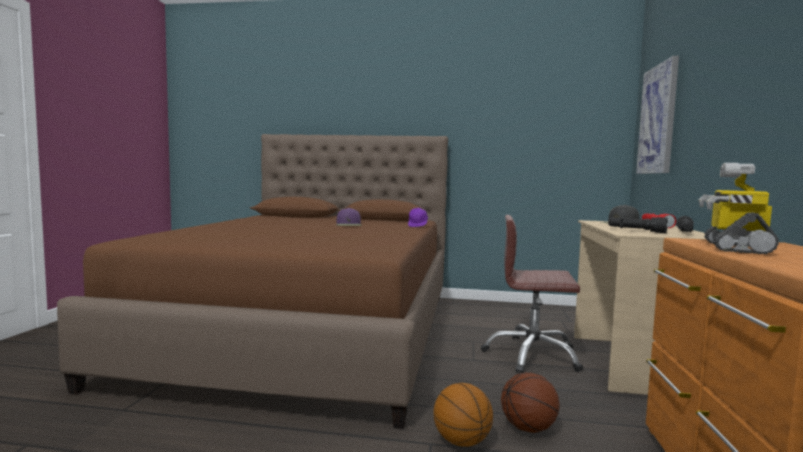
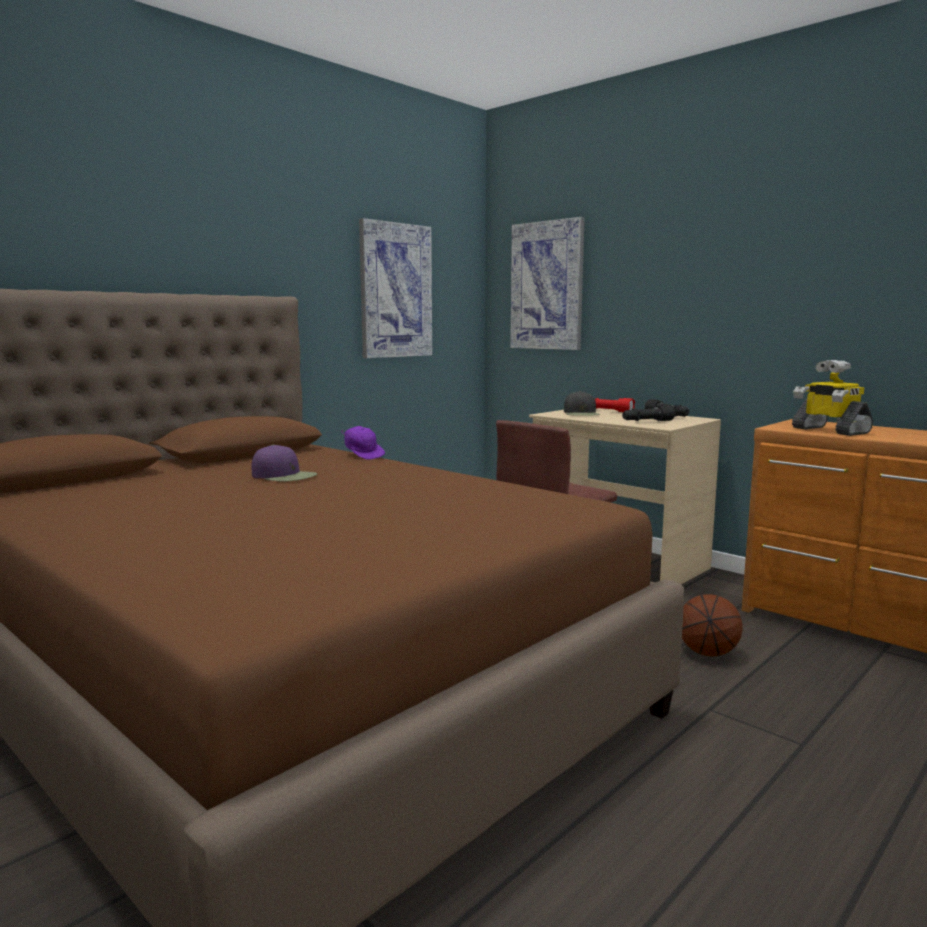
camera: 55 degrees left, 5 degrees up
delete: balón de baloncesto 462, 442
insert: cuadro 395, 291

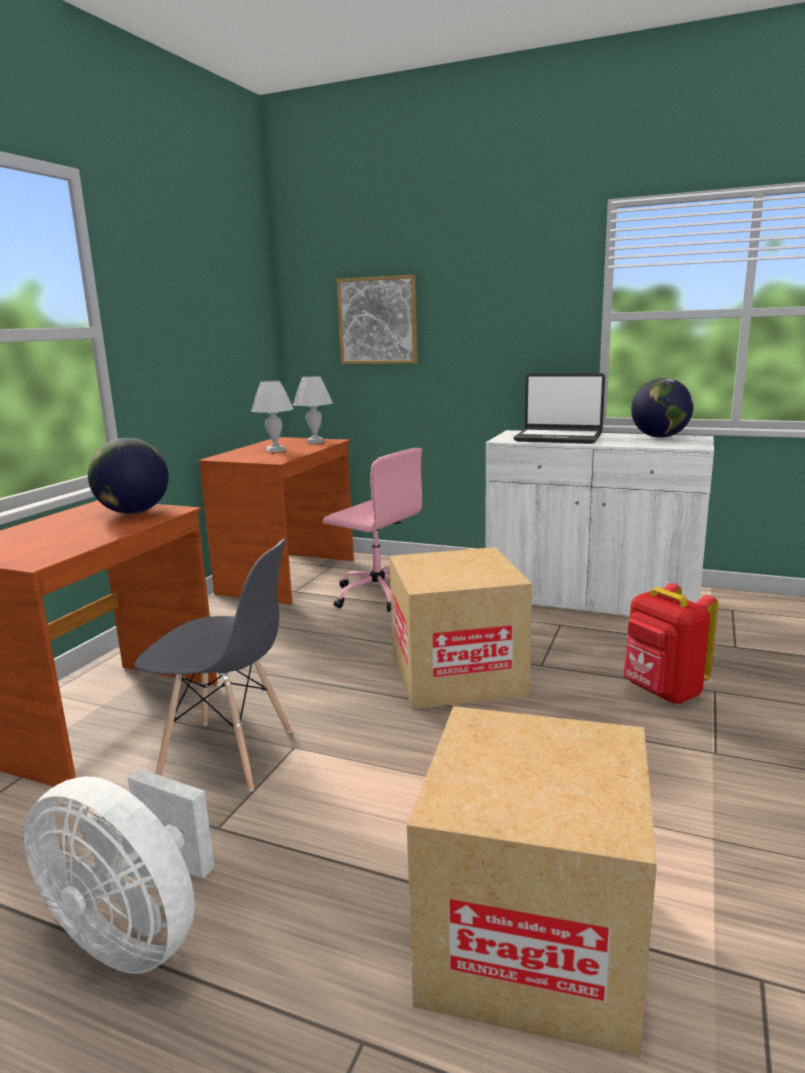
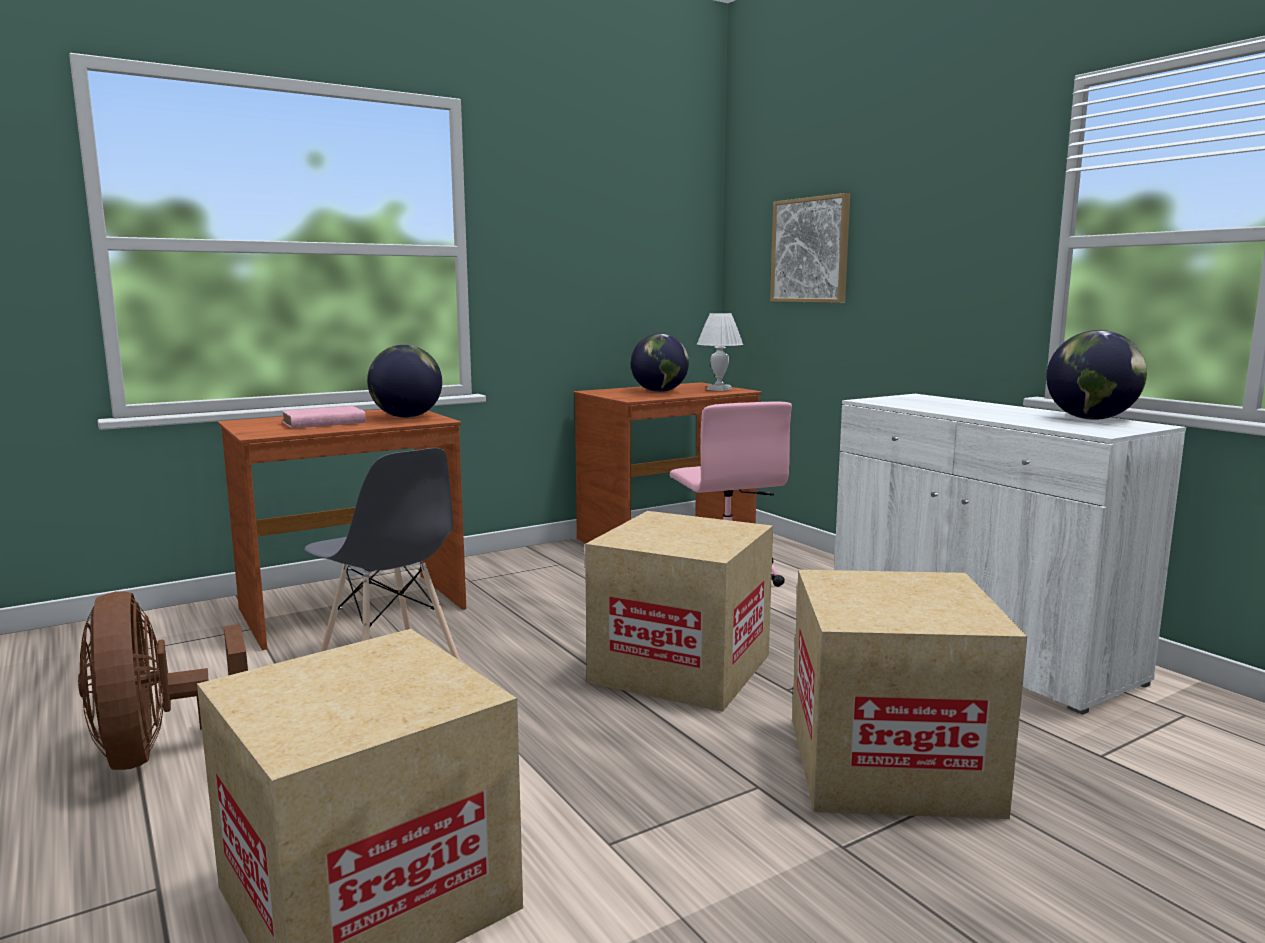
camera: 35 degrees right, 5 degrees down
delete: portátil 558, 438
insert: libro (rosa) 321, 423
replace: lámpara de mesa (blanco) 276, 450 to globo terráqueo 660, 391; mochila (rojo) 662, 692 to caja de cartón 889, 764
recolor: ventilador (blanco) 136, 933 to ventilador (marrón) 158, 751

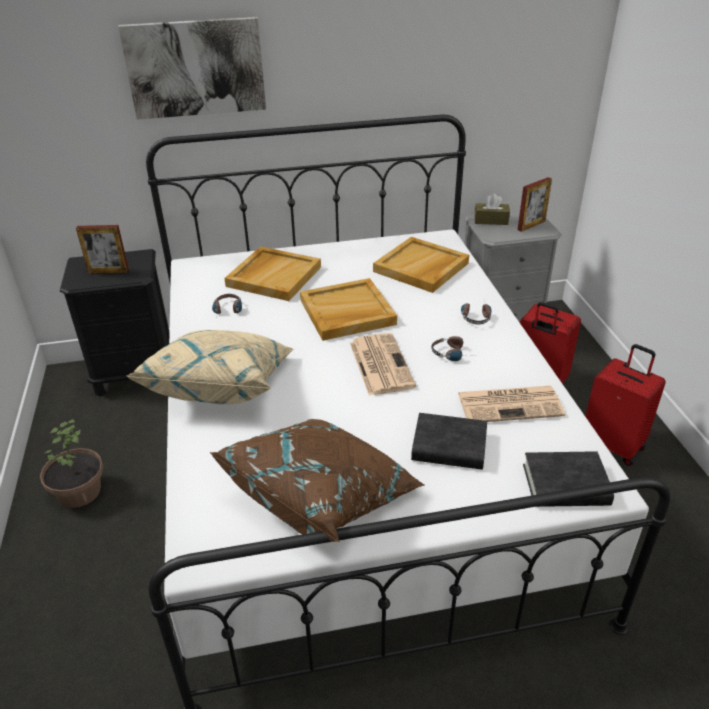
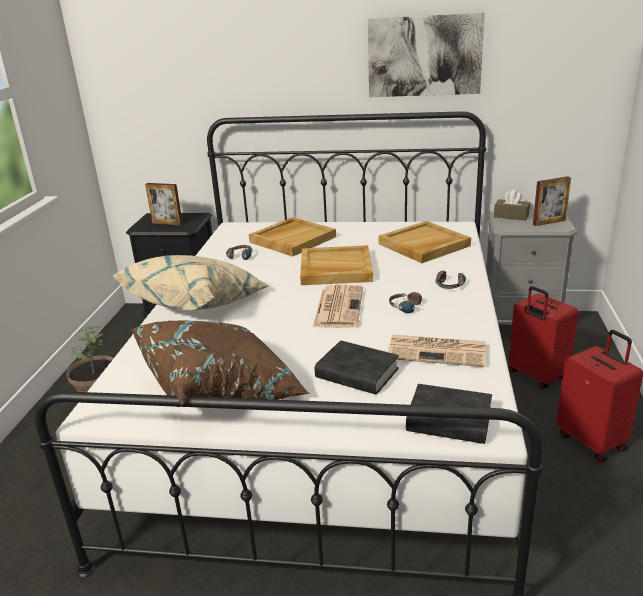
camera: 20 degrees right, 10 degrees down
move: cuadro 195, 68 to 424, 56

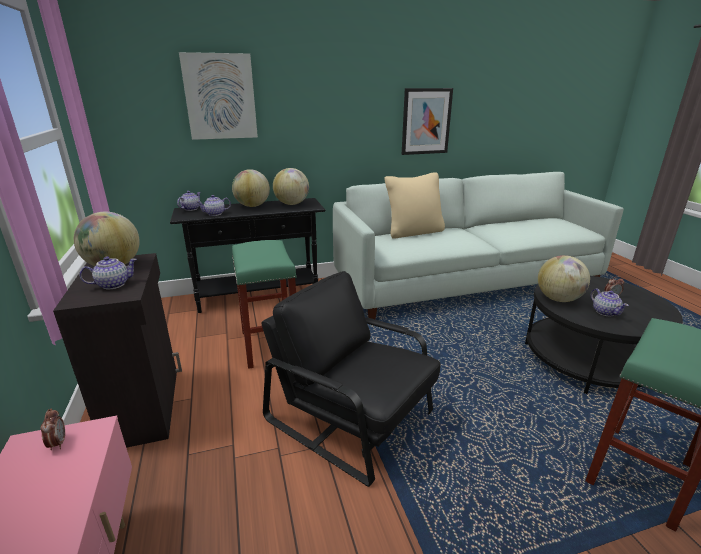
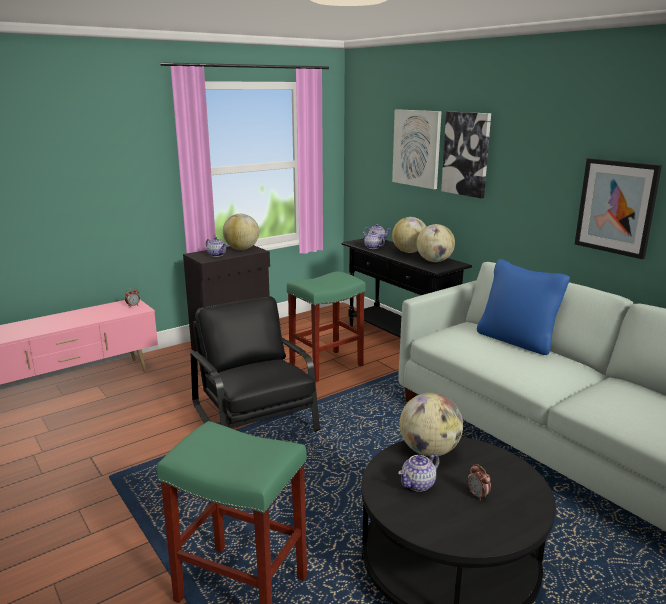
camera: 70 degrees right, 5 degrees down
insert: cuadro 466, 154
recolor: cojín (beis) 413, 232 to cojín (azul) 517, 340
rotate: sillón (negro) 352, 416 = 255, 418 45 degrees counterclockwise

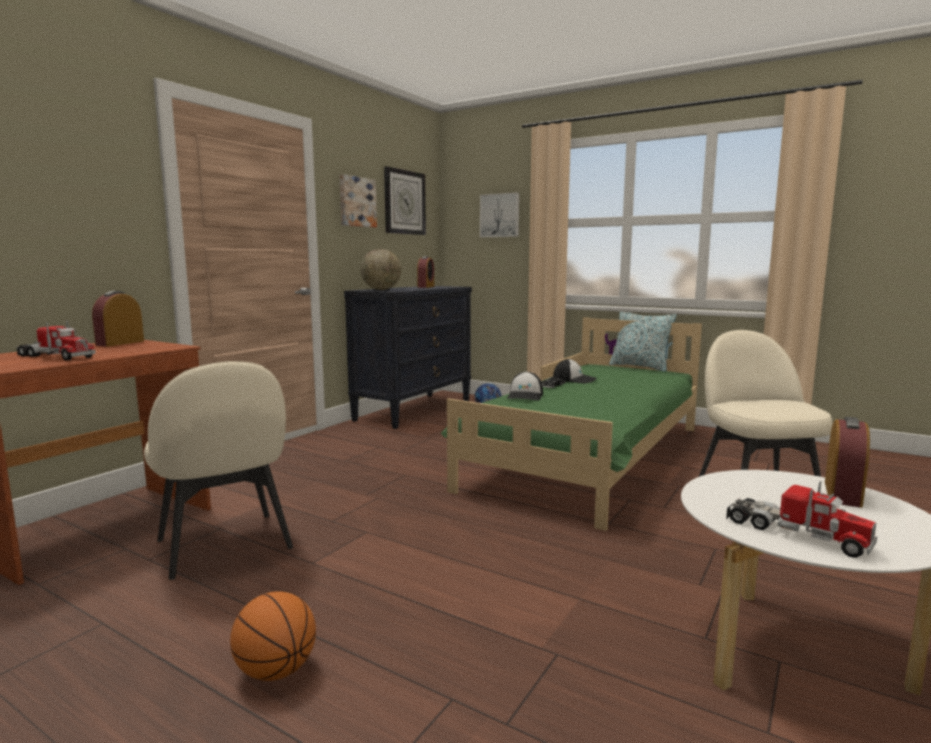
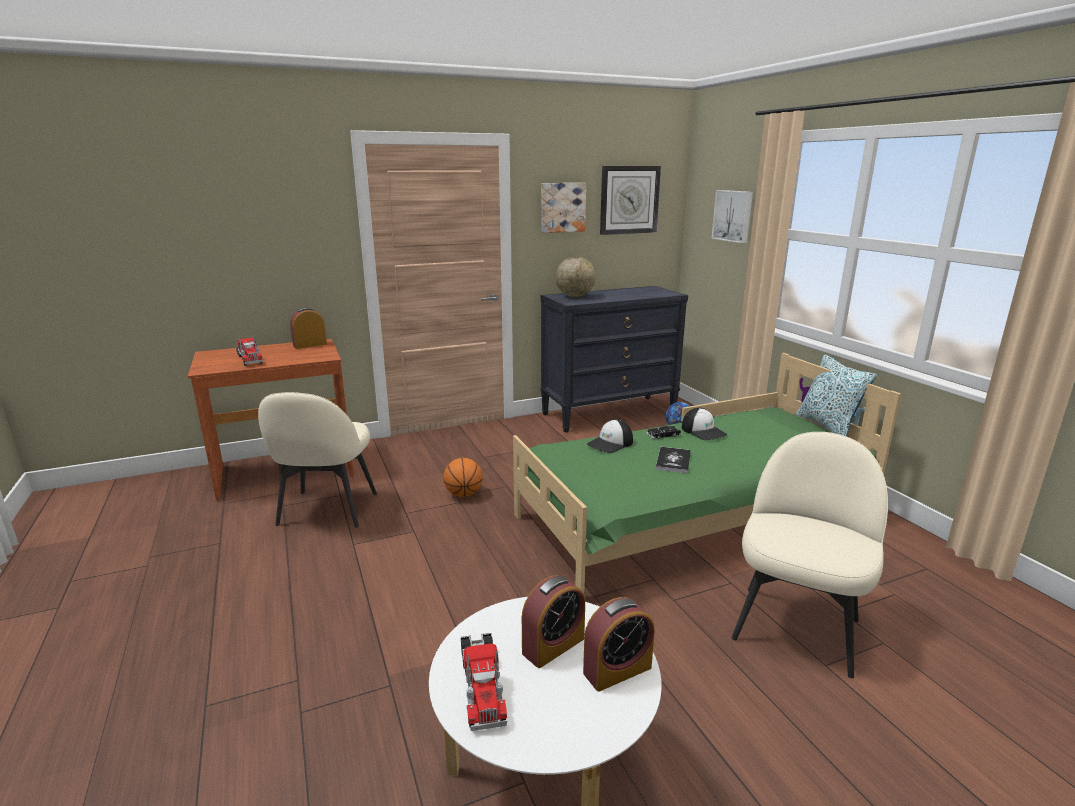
camera: 35 degrees right, 10 degrees up
insert: libro 673, 461
move: balón de baloncesto 276, 671 to 463, 494; despertador 426, 287 to 553, 646

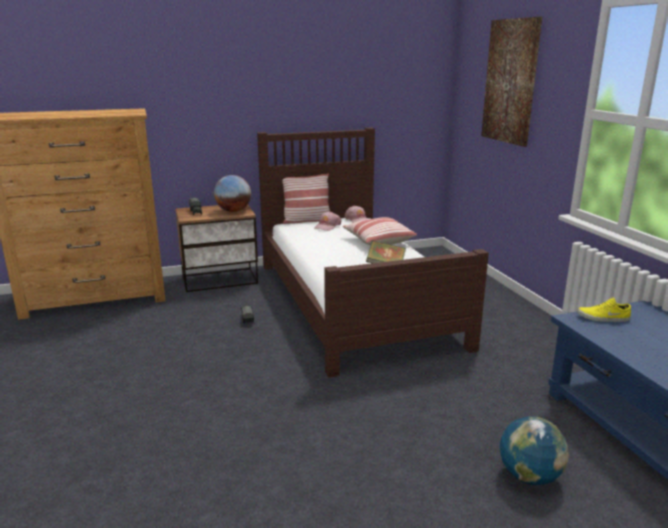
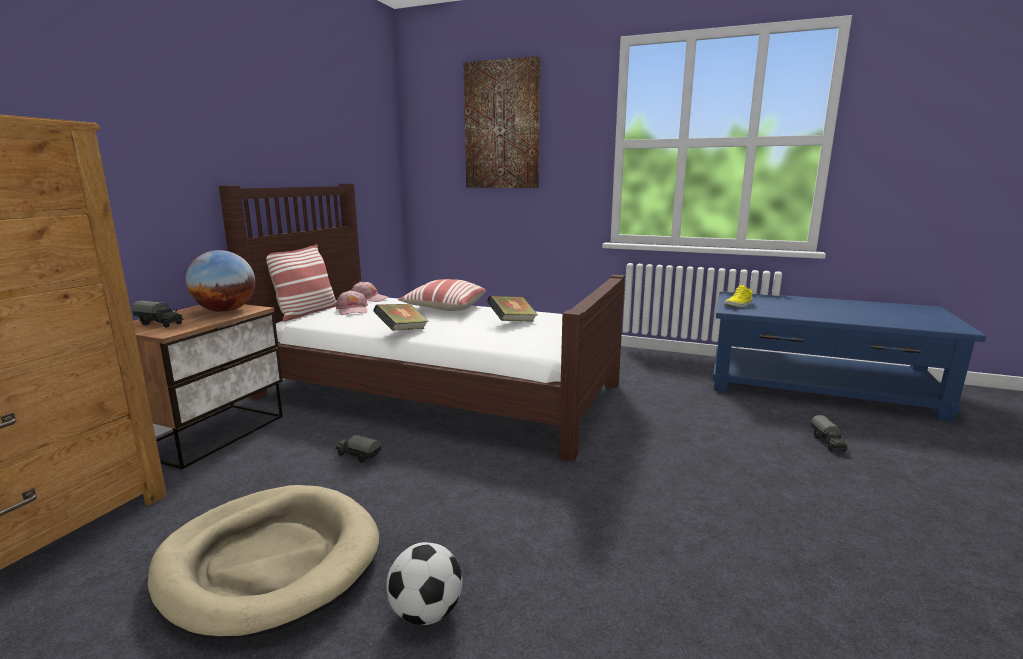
camera: 50 degrees left, 5 degrees down
insert: cama para perro (beis) 270, 562; libro 402, 331; balón de fútbol 426, 613
replace: globo terráqueo 529, 476 to camión de juguete 828, 443

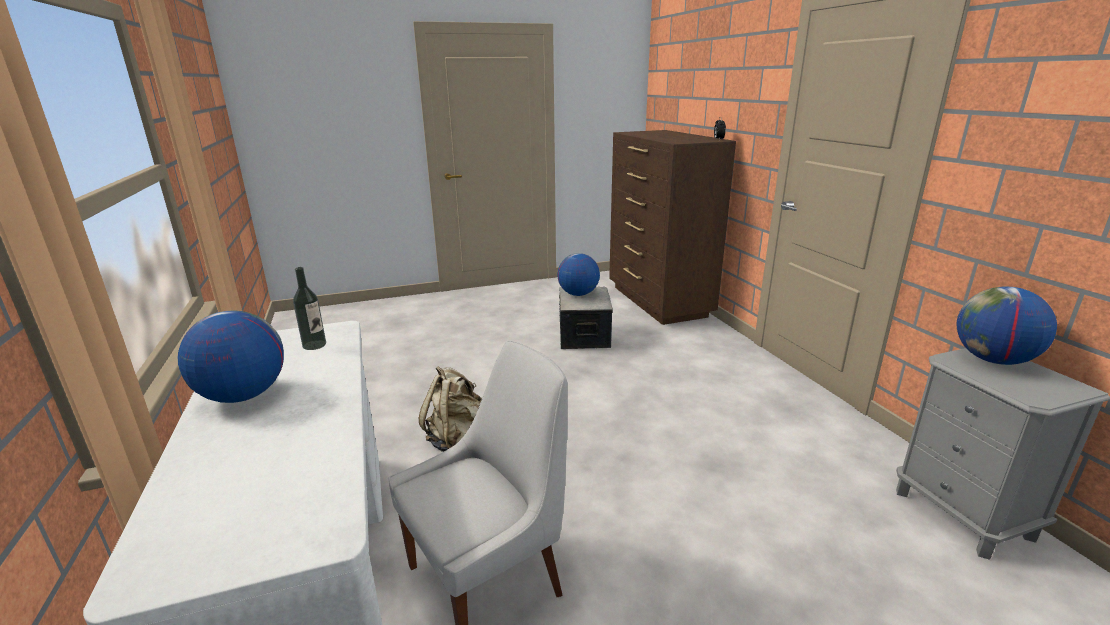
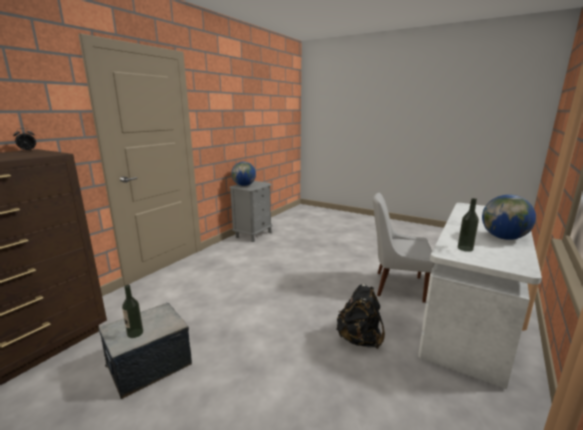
camera: 130 degrees left, 5 degrees down
replace: globo terráqueo 578, 294 to botella 135, 333
recolor: mochila (beis) 458, 441 to mochila (negro) 359, 339

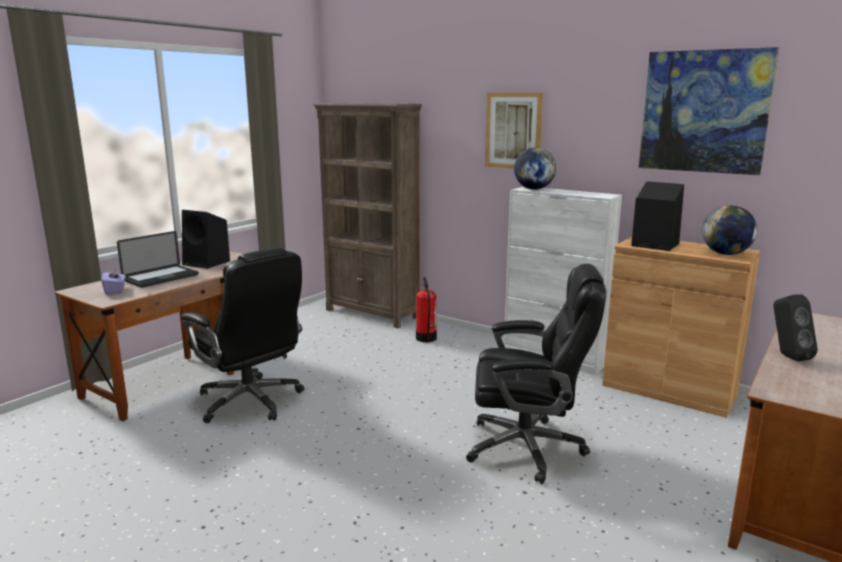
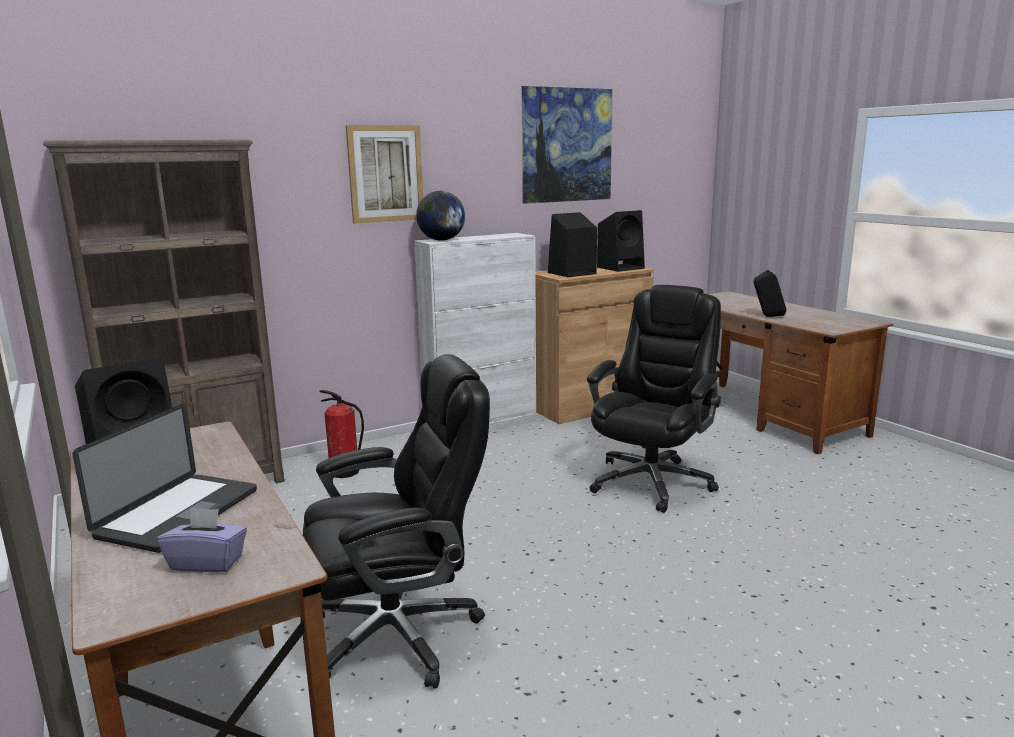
camera: 65 degrees left, 0 degrees up
replace: globo terráqueo 726, 254 to altavoz (negro) 621, 267
rotate: portátil 161, 278 = 179, 514 45 degrees clockwise

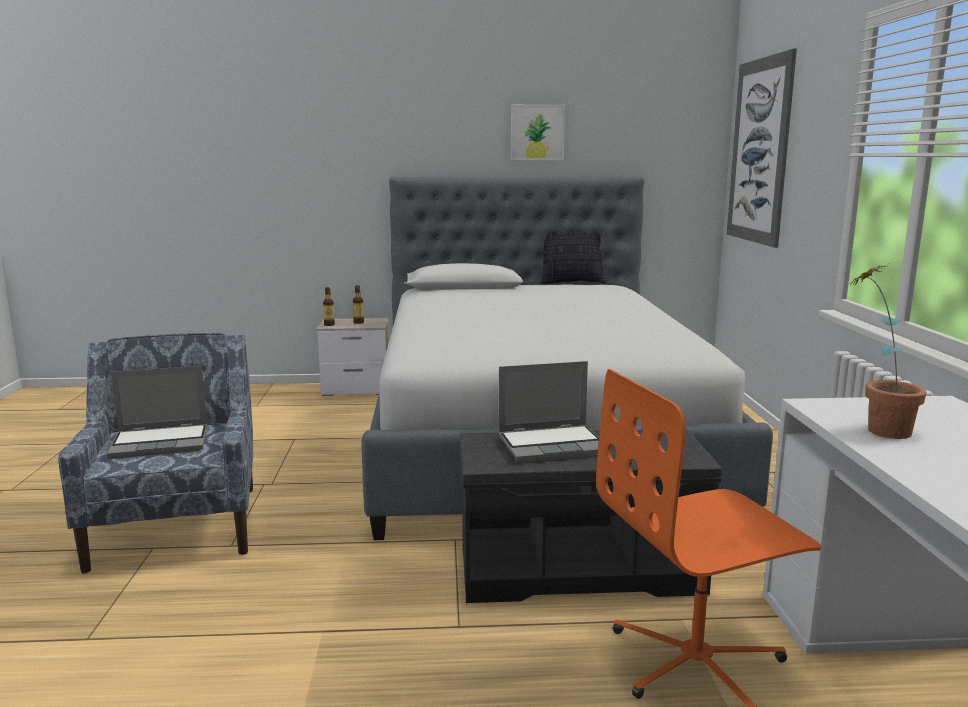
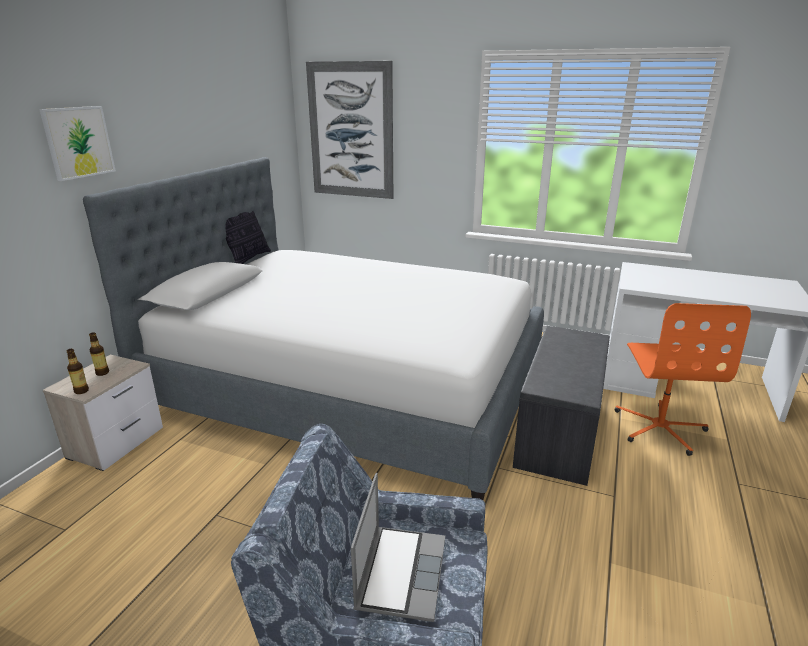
camera: 65 degrees left, 10 degrees up
delete: portátil 553, 445; planta en maceta 876, 428
move: cuadro 537, 132 to 78, 142

